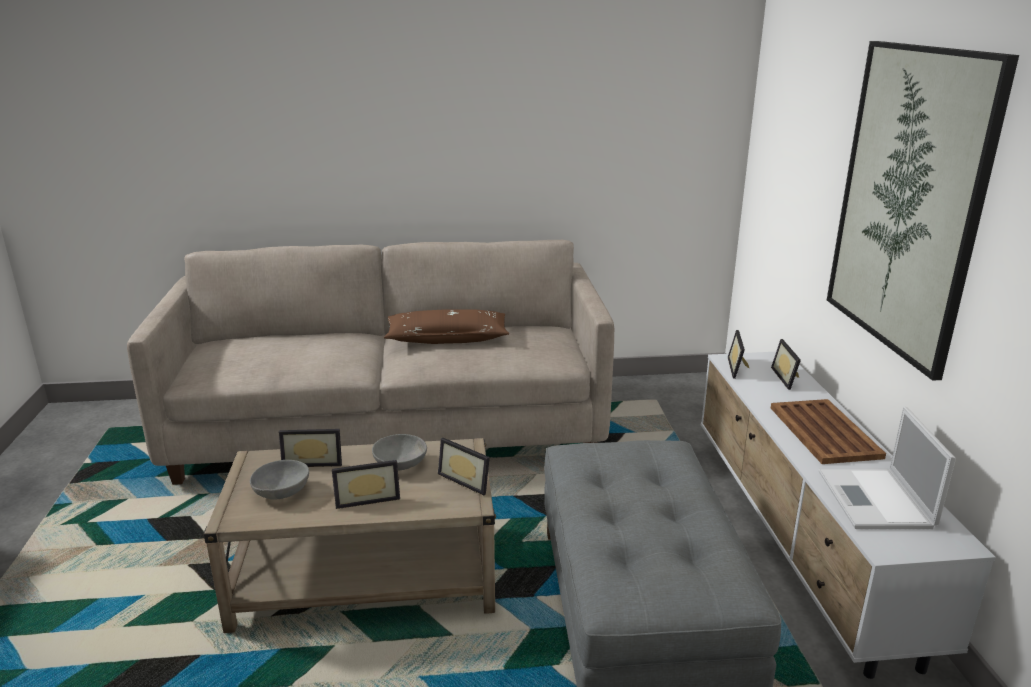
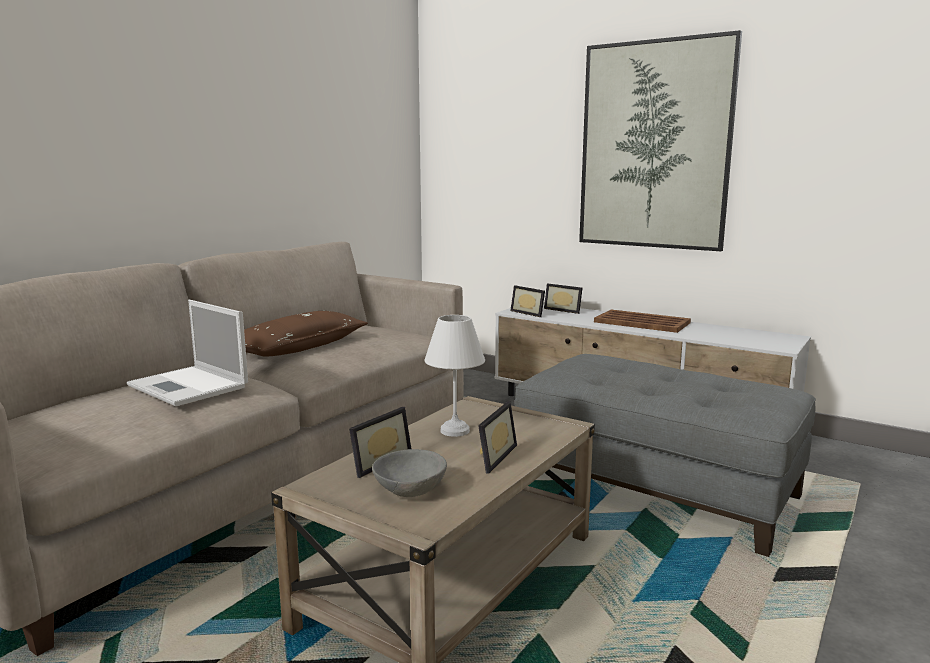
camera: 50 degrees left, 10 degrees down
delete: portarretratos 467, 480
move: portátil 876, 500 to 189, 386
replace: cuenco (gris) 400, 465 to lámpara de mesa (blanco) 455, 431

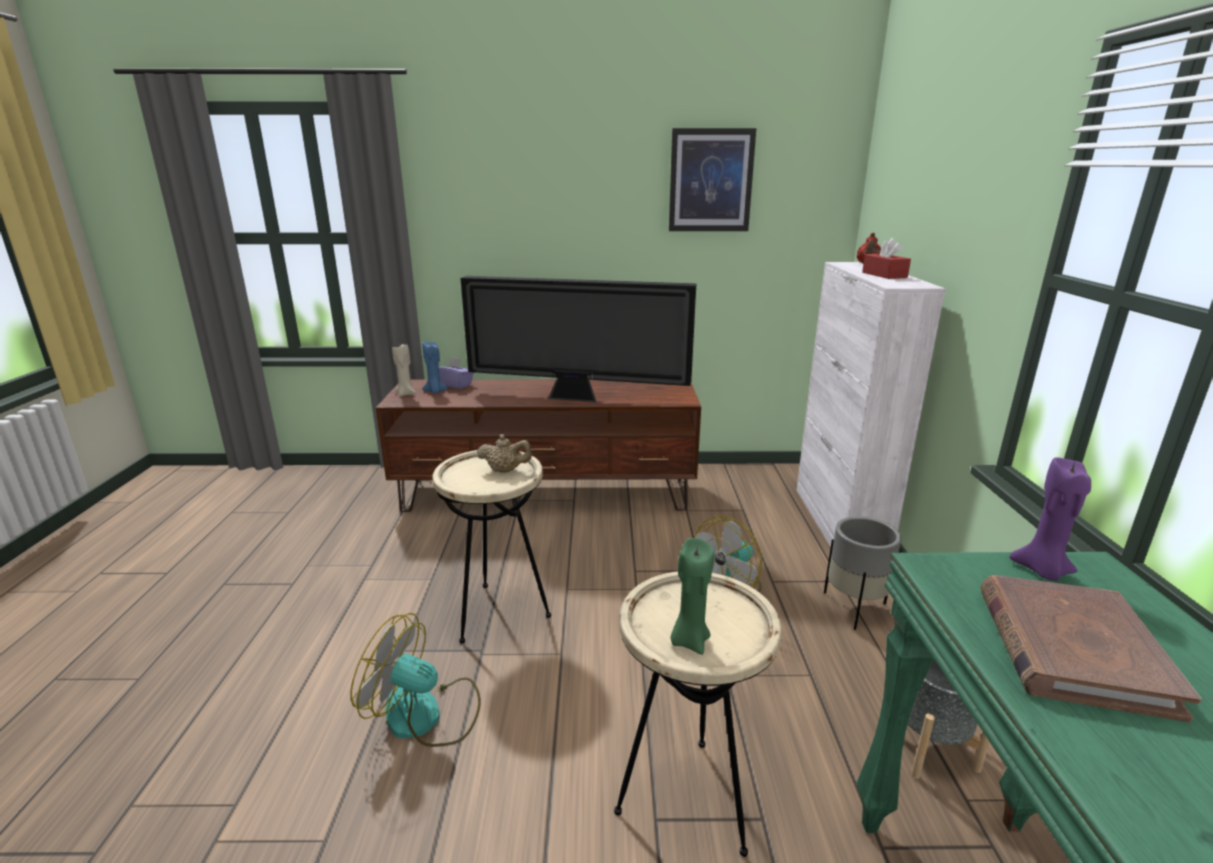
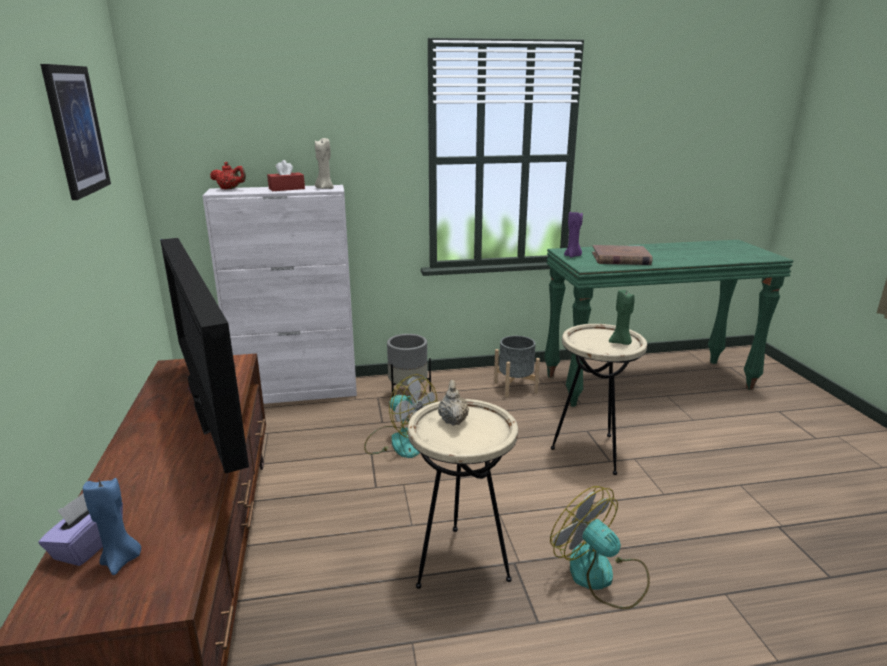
camera: 100 degrees left, 0 degrees up
move: vela (beis) 406, 394 to 324, 188
rotate: ventilador 426, 716 = 601, 576 135 degrees clockwise; televisor 577, 398 = 209, 419 150 degrees clockwise

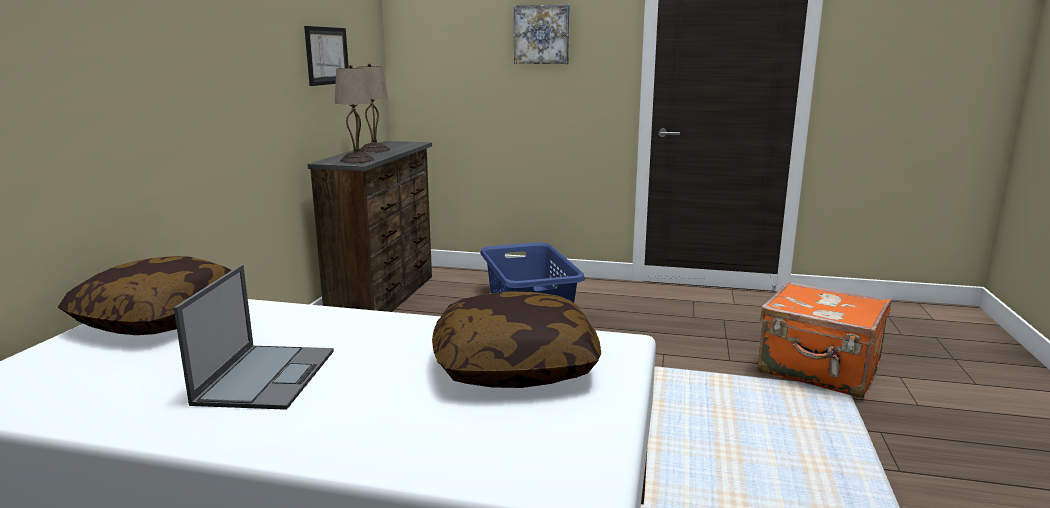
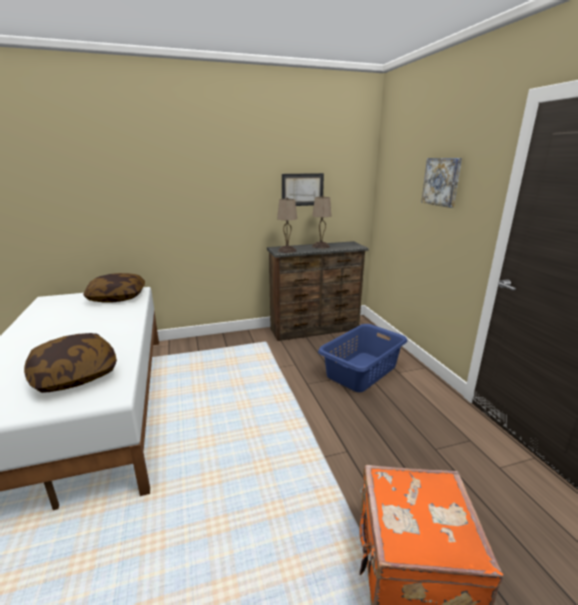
camera: 60 degrees right, 5 degrees up
delete: portátil 267, 376

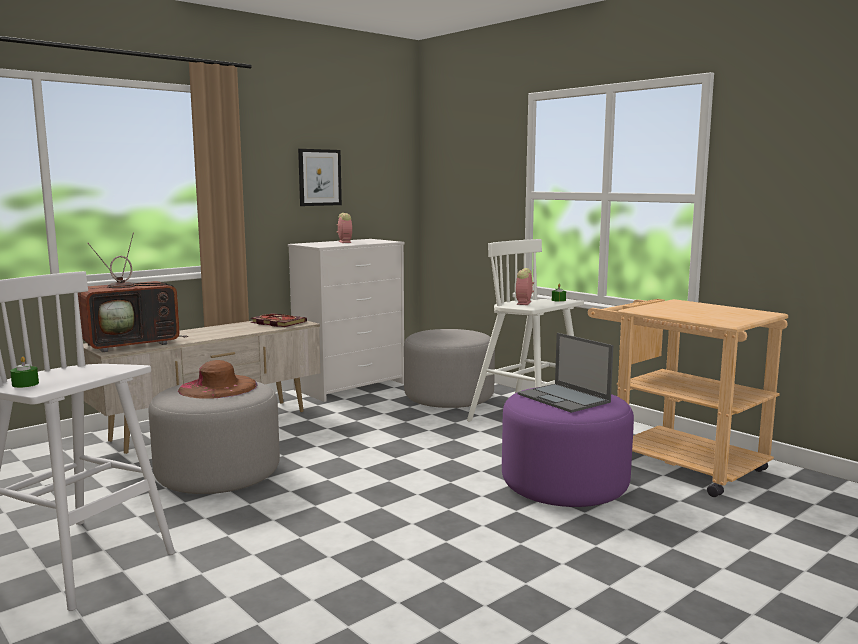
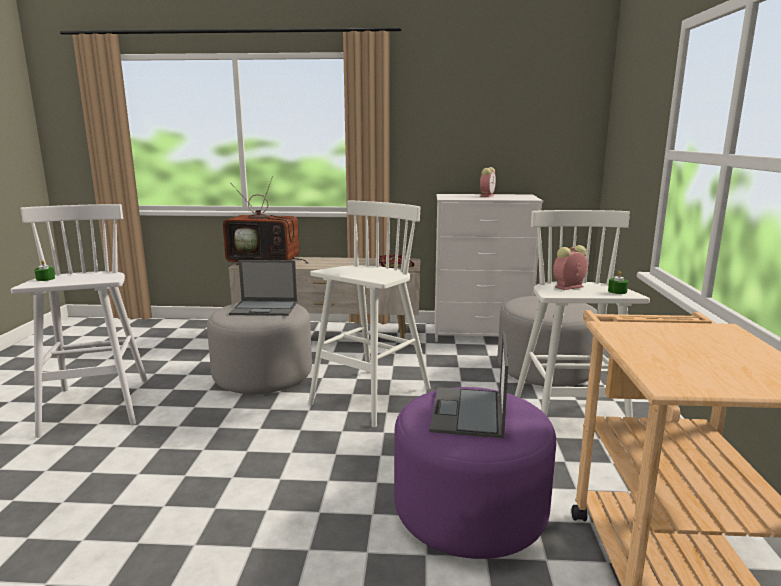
camera: 45 degrees right, 5 degrees up
delete: cuadro 319, 177
insert: taburete (blanco) 369, 397
replace: sombrero (marrón) 218, 387 to portátil 265, 308

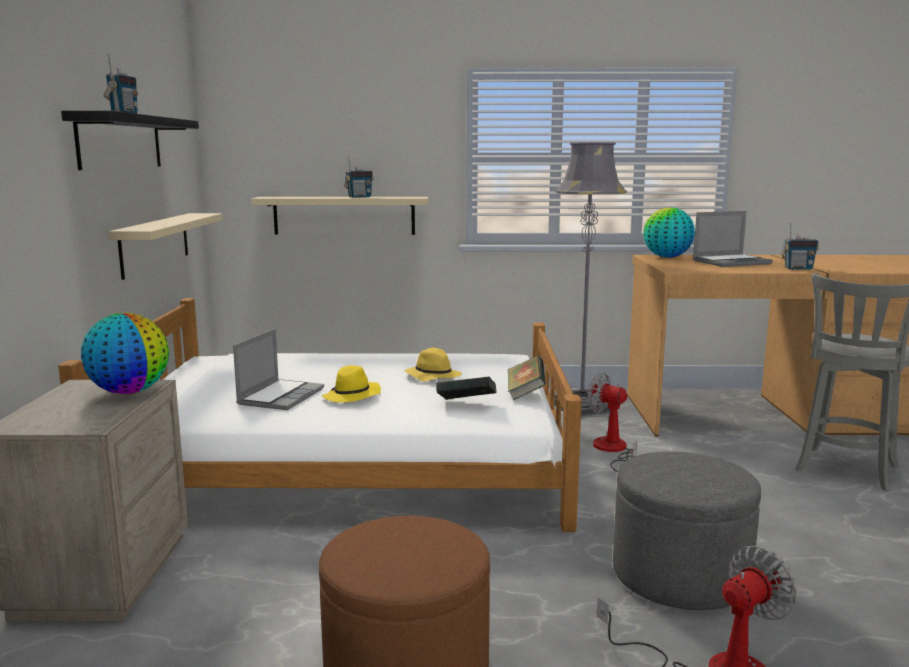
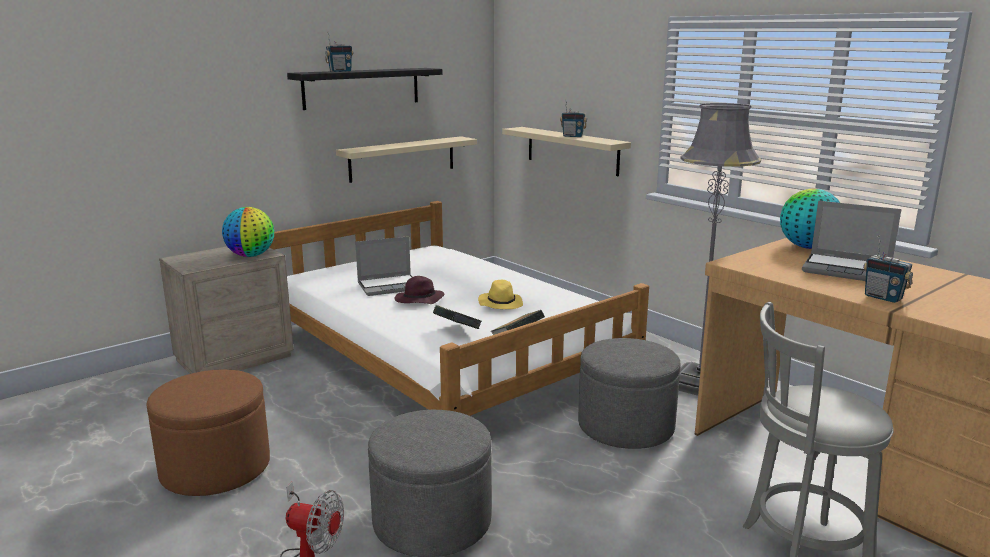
camera: 50 degrees right, 5 degrees up
replace: ventilador 612, 450 to puf (gris) 625, 426
recolor: sombrero (amarillo) 352, 397 to sombrero (morado) 418, 300

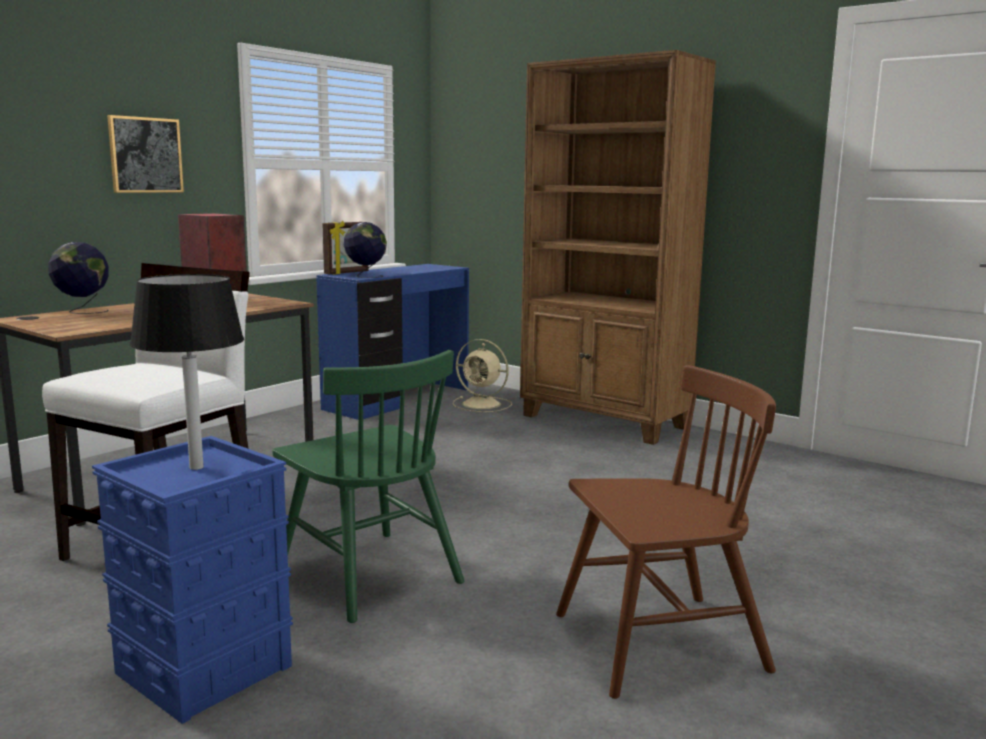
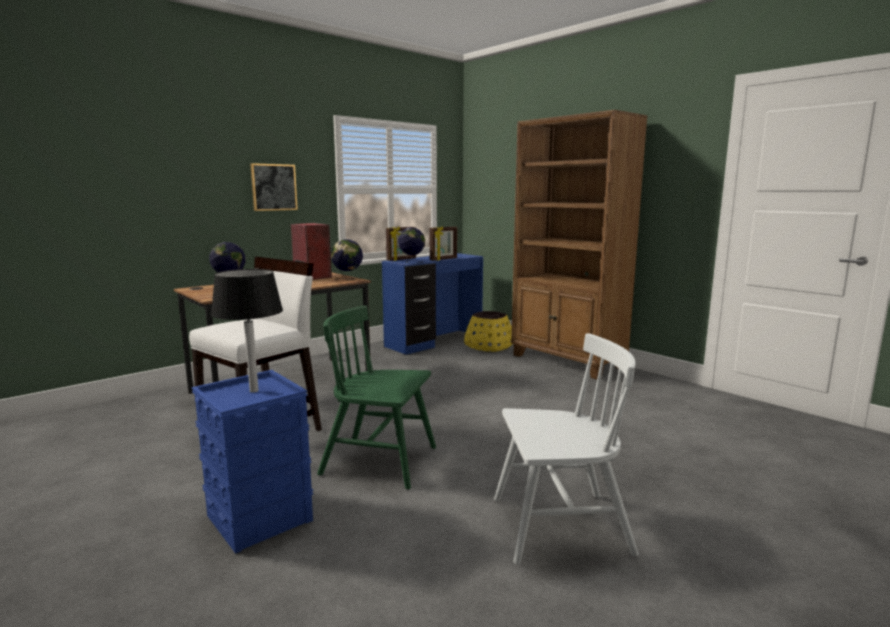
camera: 10 degrees right, 0 degrees up
insert: globo terráqueo 347, 279; portarretratos 443, 259
replace: ventilador (beis) 483, 404 to maceta (amarillo) 489, 346
recolor: silla (marrón) 658, 643 to silla (blanco) 559, 526
rotate: silla (verde) 369, 574 = 380, 461 135 degrees clockwise

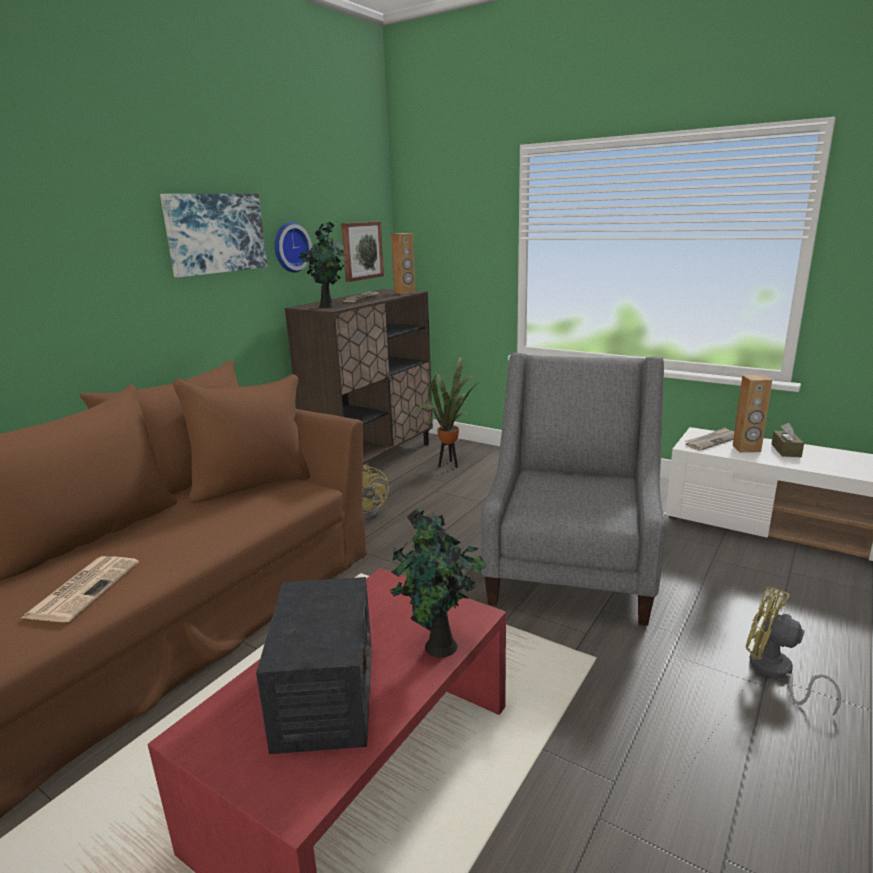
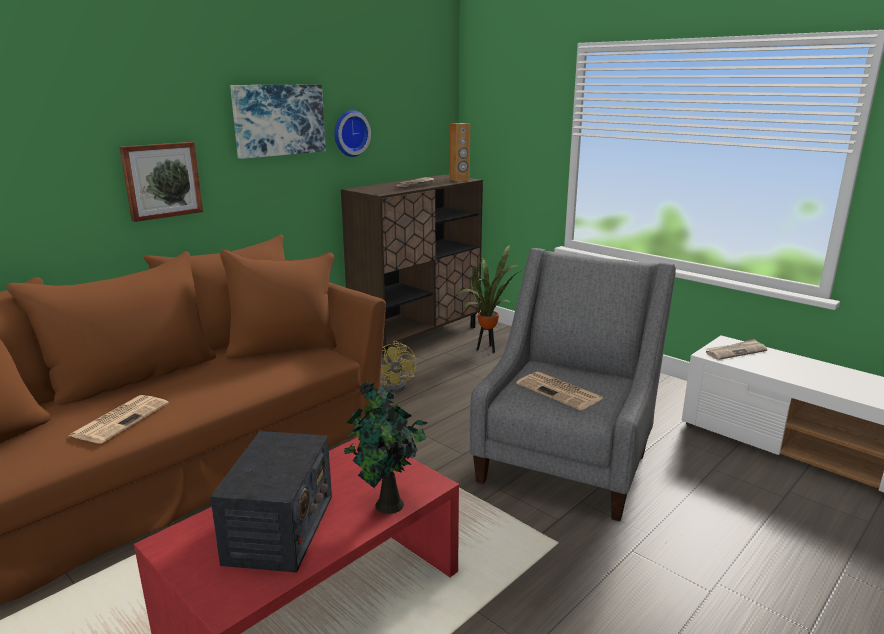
camera: 10 degrees right, 0 degrees up
delete: planta en maceta 328, 306; altavoz (marrón) 746, 449; ventilador (amarillo) 775, 672; caja de pañuelos (marrón) 786, 450
insert: periódico 560, 392
move: cuadro 361, 250 to 162, 180

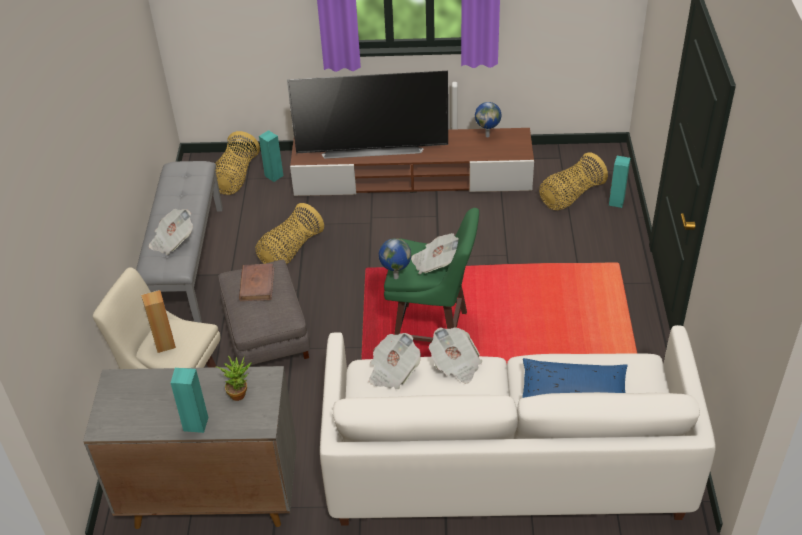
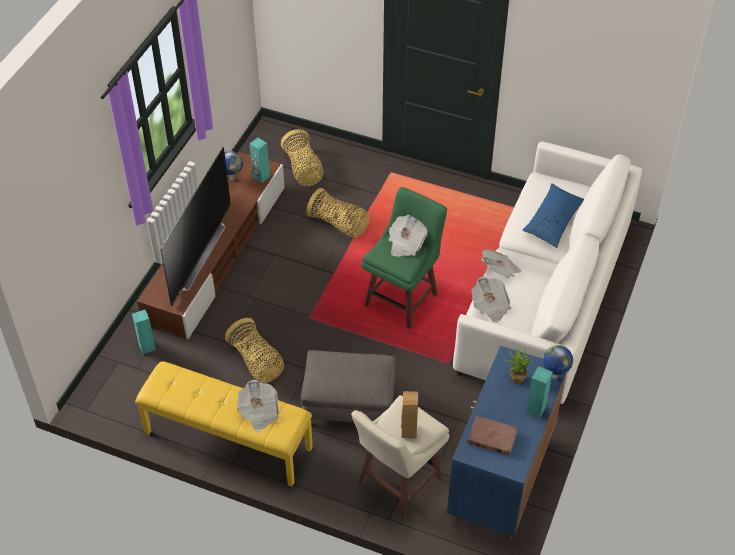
camera: 70 degrees left, 5 degrees up
move: cesta 235, 177 to 339, 225; libro (marrón) 257, 284 to 492, 437; globo terráqueo 395, 277 to 554, 377; altavoz (turquesa) 616, 202 to 261, 177
recolor: armario (gris) 210, 496 to armario (azul) 500, 481; banco (gris) 186, 263 to banco (amarillo) 227, 441

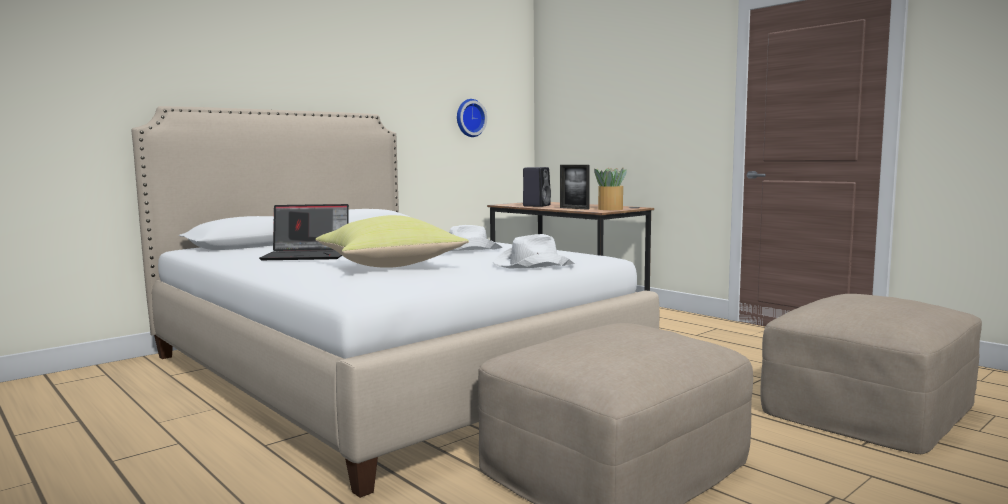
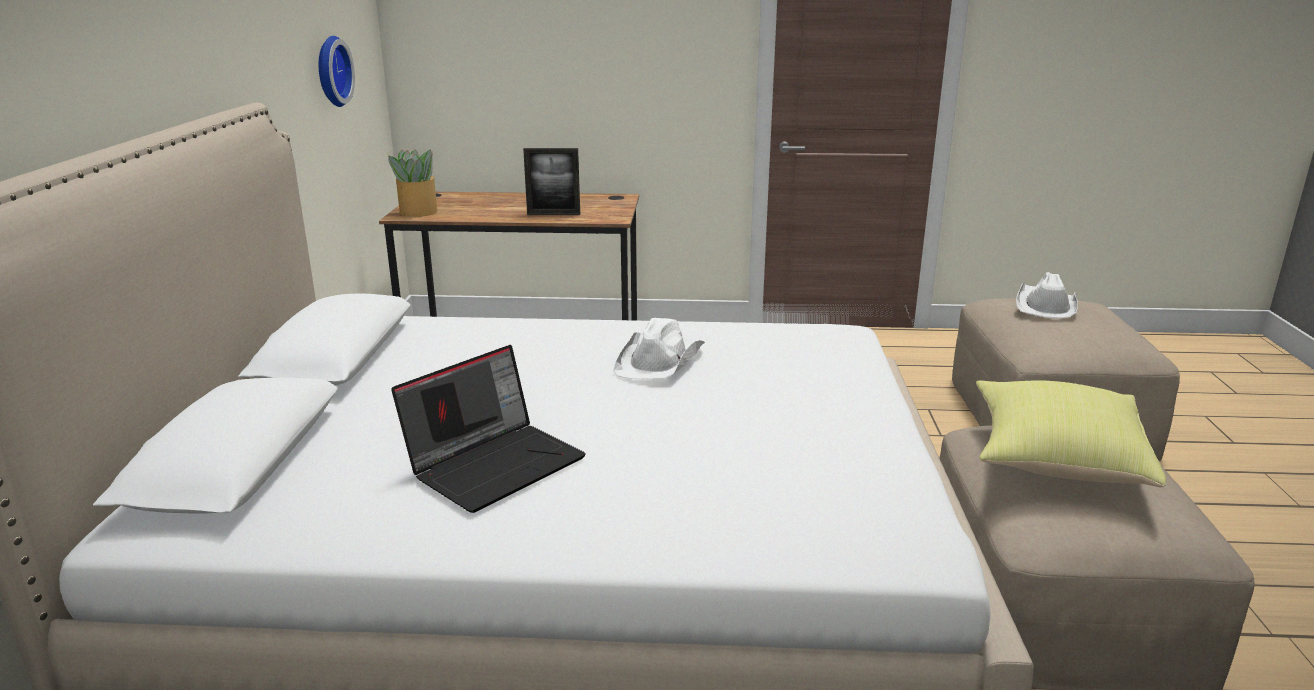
camera: 45 degrees left, 15 degrees up
delete: altavoz (negro) 536, 205
move: cojín (amarillo) 391, 265 to 1055, 459; sombrero (blanco) 533, 264 to 1045, 305; planta en maceta 610, 209 to 417, 212

